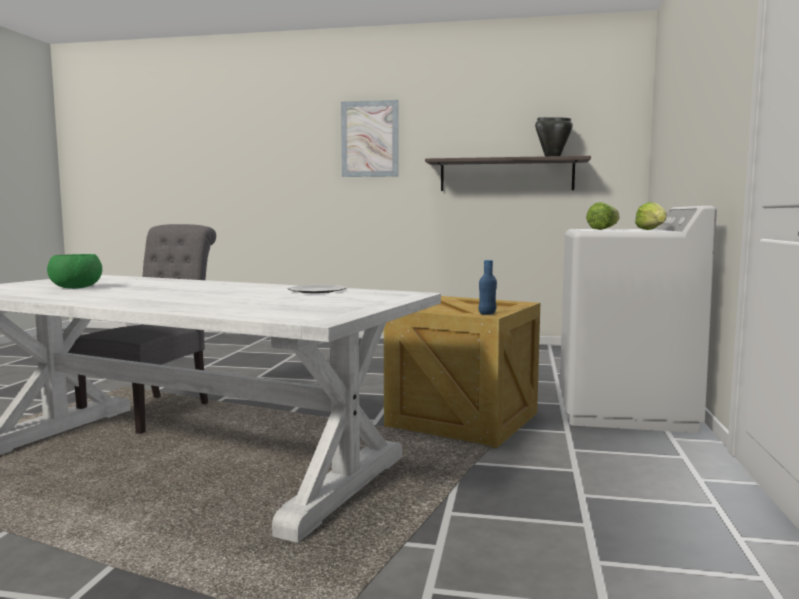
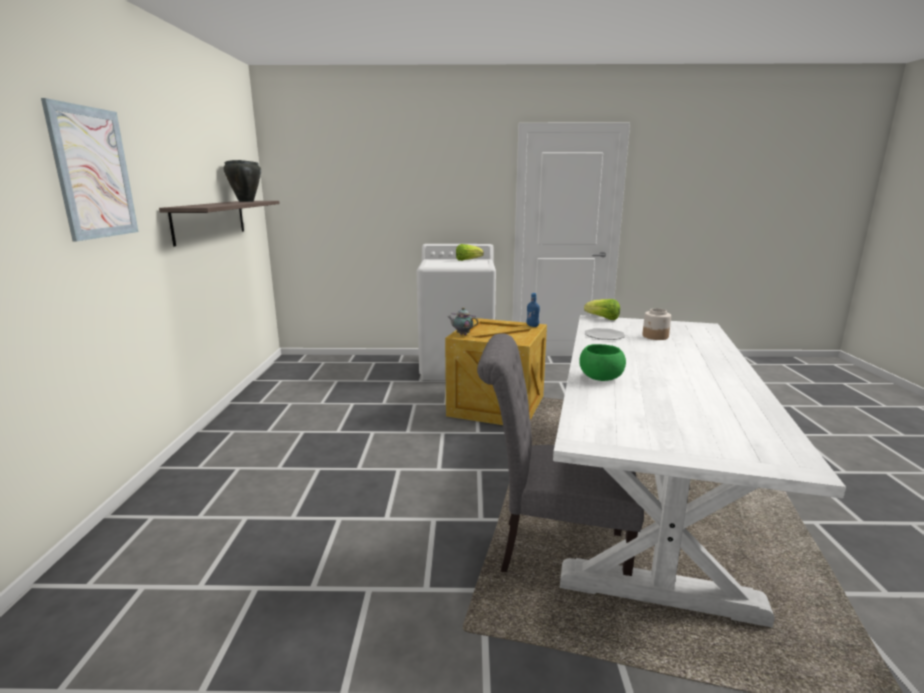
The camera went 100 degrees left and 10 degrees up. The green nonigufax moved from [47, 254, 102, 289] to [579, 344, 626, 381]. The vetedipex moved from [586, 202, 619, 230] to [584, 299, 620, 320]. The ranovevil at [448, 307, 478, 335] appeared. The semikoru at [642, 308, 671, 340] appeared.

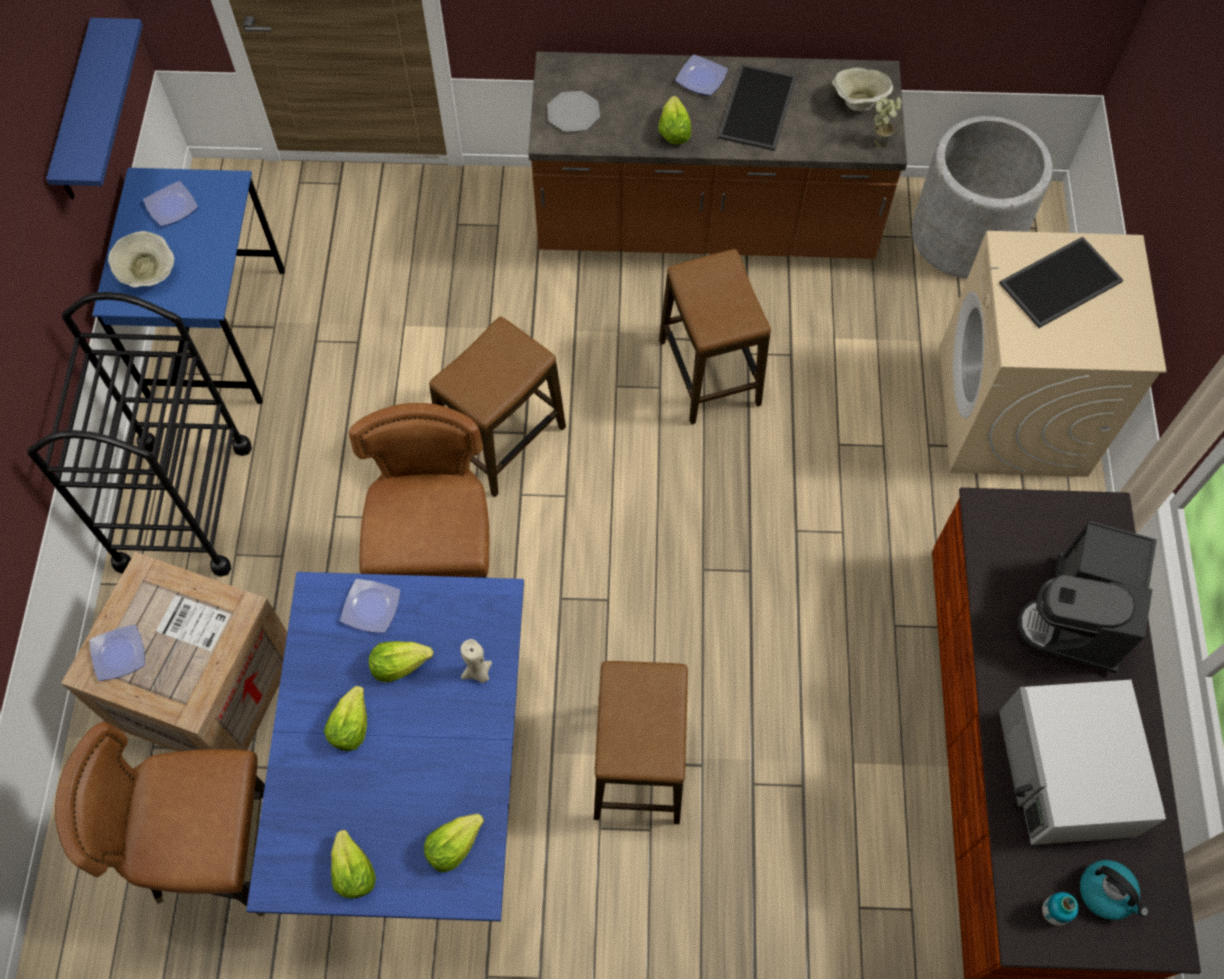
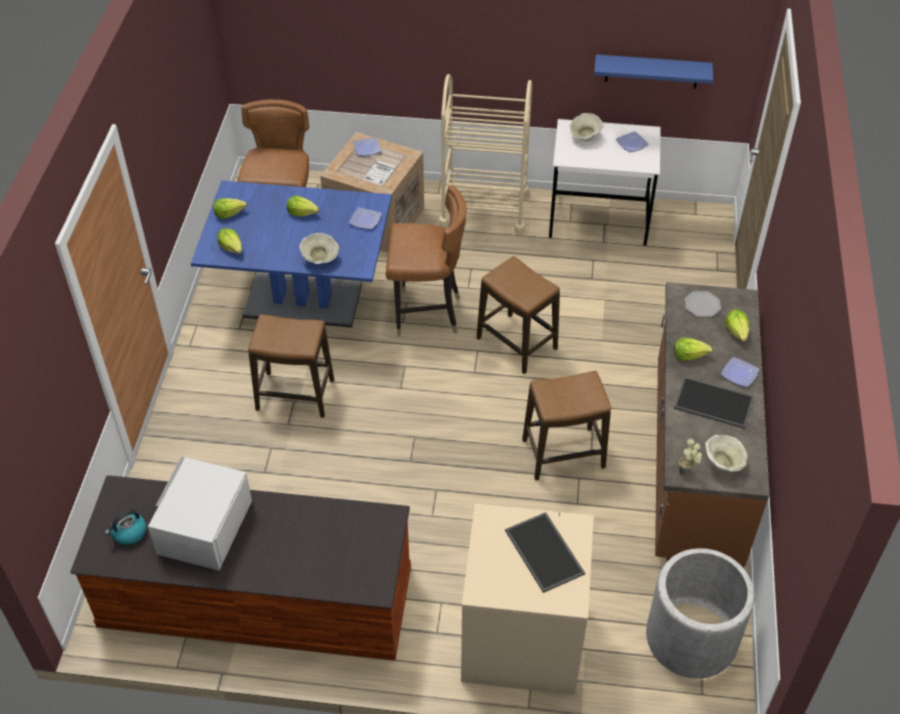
The camera went 95 degrees right and 15 degrees down. The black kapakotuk at [27, 292, 252, 577] became the beige kapakotuk at [439, 74, 532, 234]. The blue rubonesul at [92, 168, 285, 404] became the white rubonesul at [549, 119, 661, 246]. The vetedipex moved from [369, 641, 433, 682] to [725, 309, 749, 342]. The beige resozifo at [461, 639, 492, 683] was replaced by the beige nonigufax at [299, 233, 339, 264]. The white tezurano at [999, 680, 1166, 845] turned 75 degrees counterclockwise. The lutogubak at [1018, 521, 1157, 673] disappeared. The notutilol at [1042, 892, 1079, 926] disappeared.

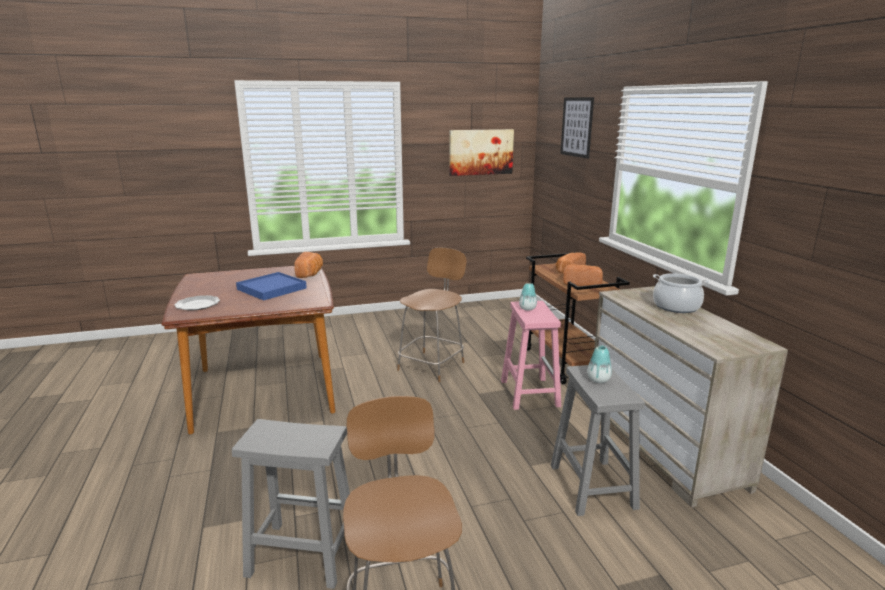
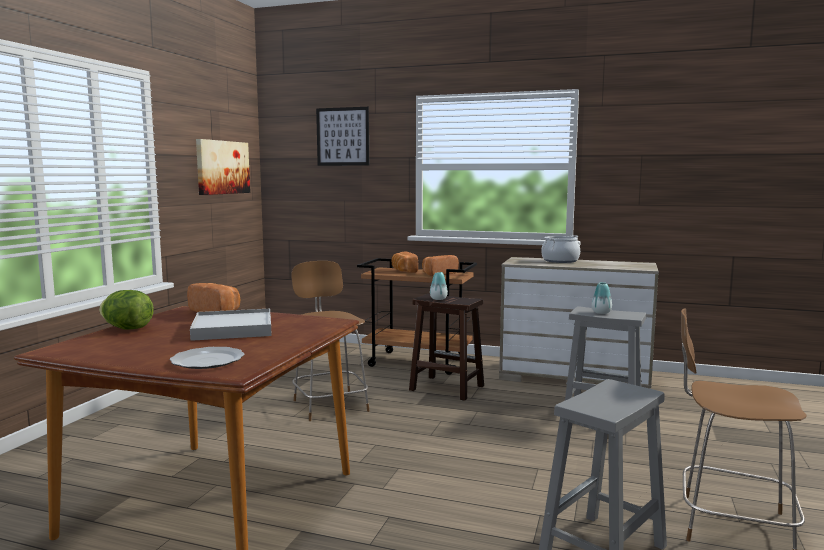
The camera went 55 degrees left and 10 degrees down. The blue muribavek at [236, 272, 307, 301] became the white muribavek at [190, 309, 272, 341]. The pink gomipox at [501, 301, 561, 410] became the brown gomipox at [409, 294, 484, 401]. The vetedipex at [99, 290, 154, 329] appeared.

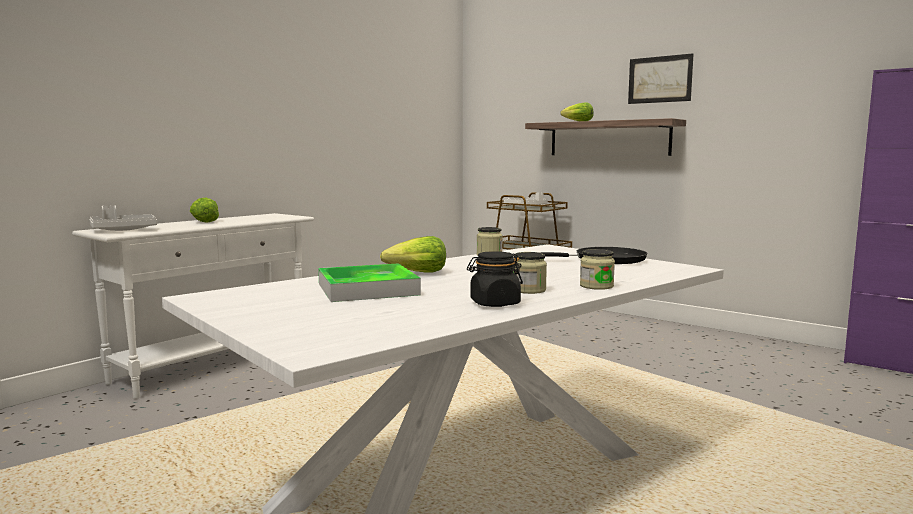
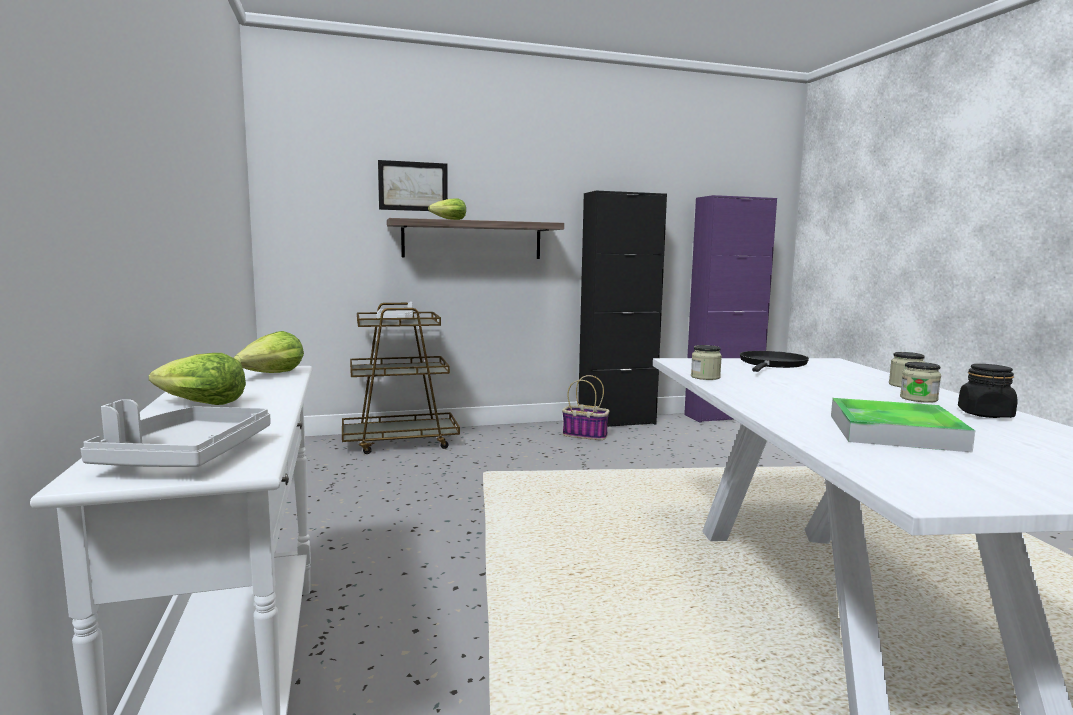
The camera went 55 degrees left and 0 degrees up. The vetedipex moved from [380, 236, 446, 273] to [234, 331, 304, 373]. The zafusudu moved from [628, 53, 694, 104] to [378, 160, 448, 211]. The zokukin at [562, 375, 609, 440] appeared. The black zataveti at [578, 190, 667, 427] appeared.

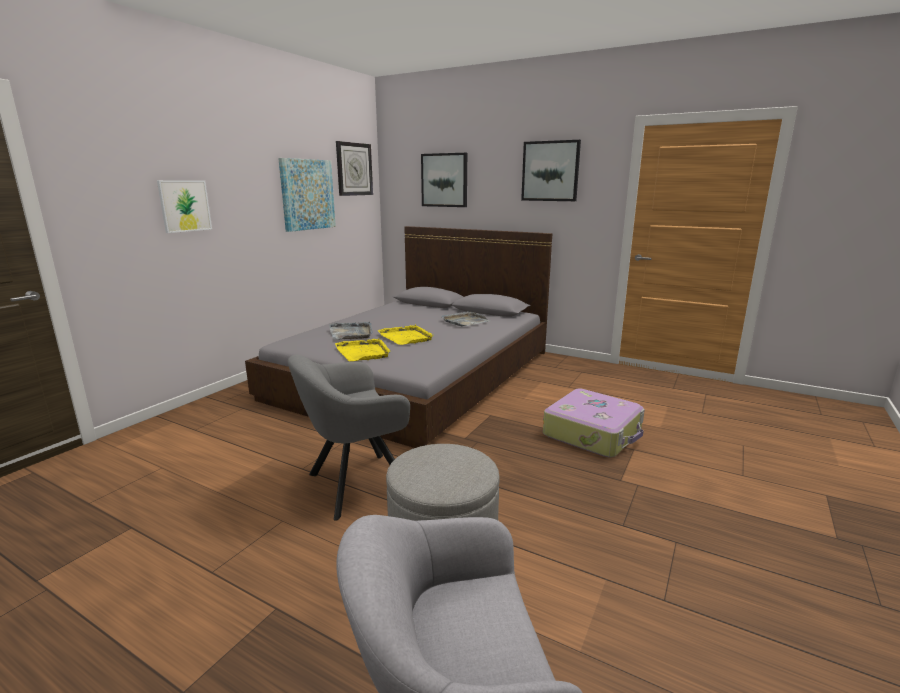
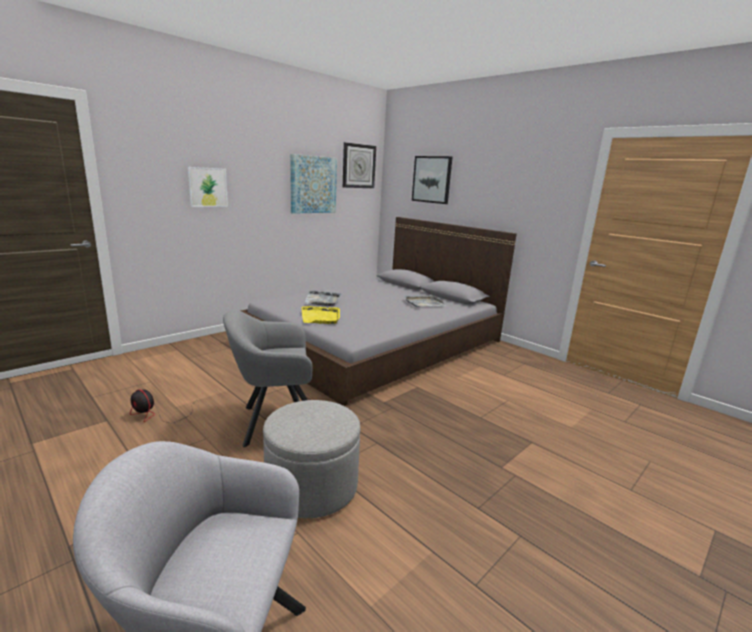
The camera went 15 degrees right and 0 degrees up. The yellow muribavek at [378, 325, 433, 345] disappeared. The zafusudu at [521, 140, 581, 201] disappeared. The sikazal at [543, 389, 645, 457] disappeared. The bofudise at [130, 389, 196, 423] appeared.

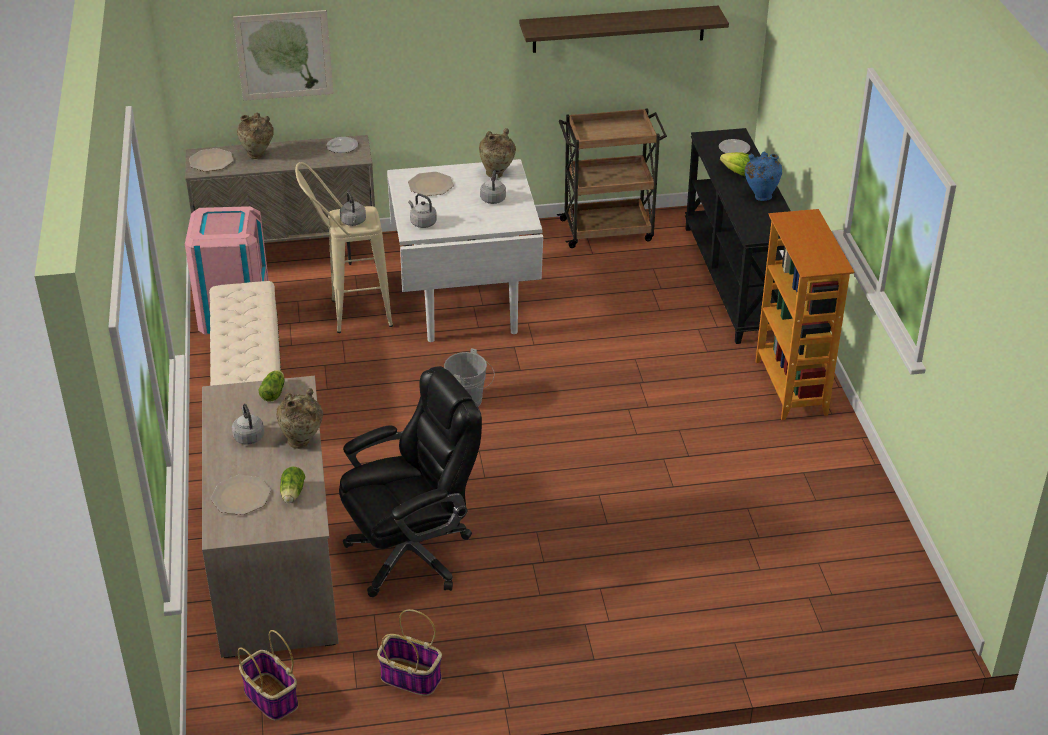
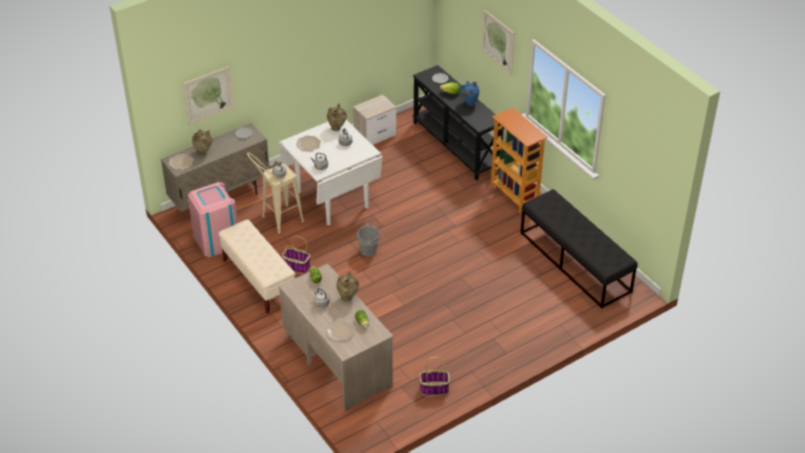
The camera went 25 degrees left and 5 degrees up. The zokukin moved from [238, 630, 298, 721] to [282, 236, 310, 274]. The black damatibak at [339, 366, 482, 597] disappeared. The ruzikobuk at [519, 6, 729, 53] disappeared. The brown kapakotuk at [557, 108, 667, 248] was replaced by the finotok at [353, 94, 396, 145]. The zafusudu at [482, 10, 515, 75] appeared. The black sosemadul at [520, 189, 638, 308] appeared.

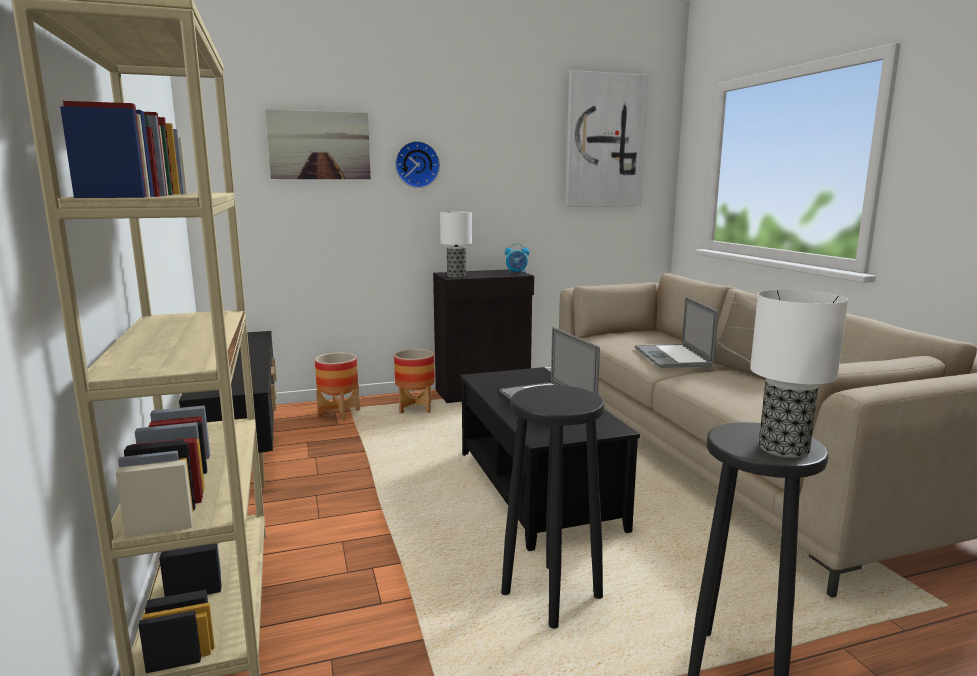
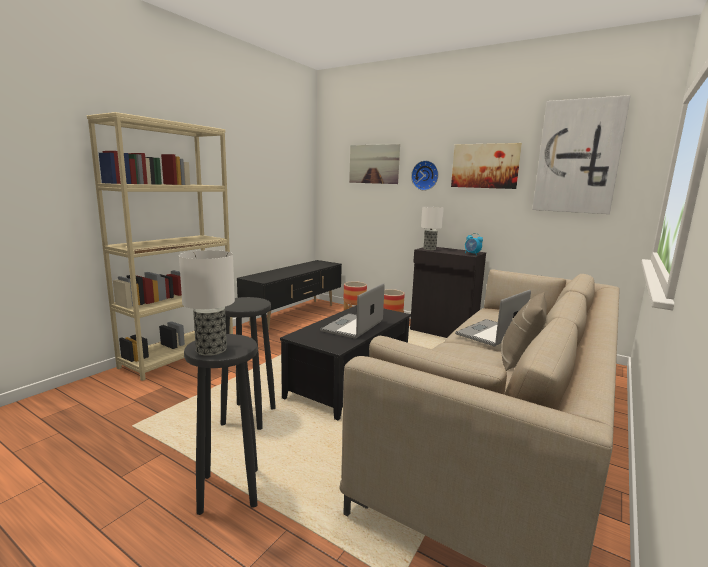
The camera went 50 degrees right and 0 degrees up. The zafusudu at [451, 143, 522, 189] appeared.

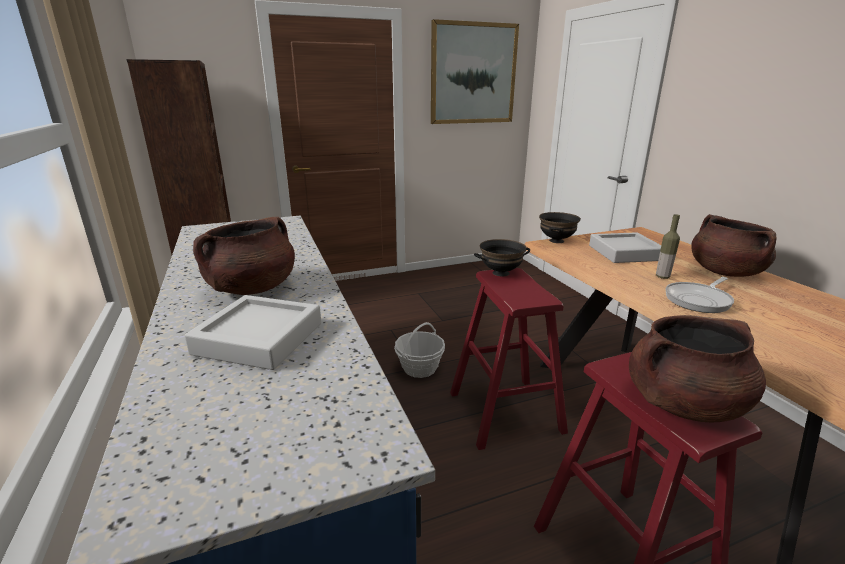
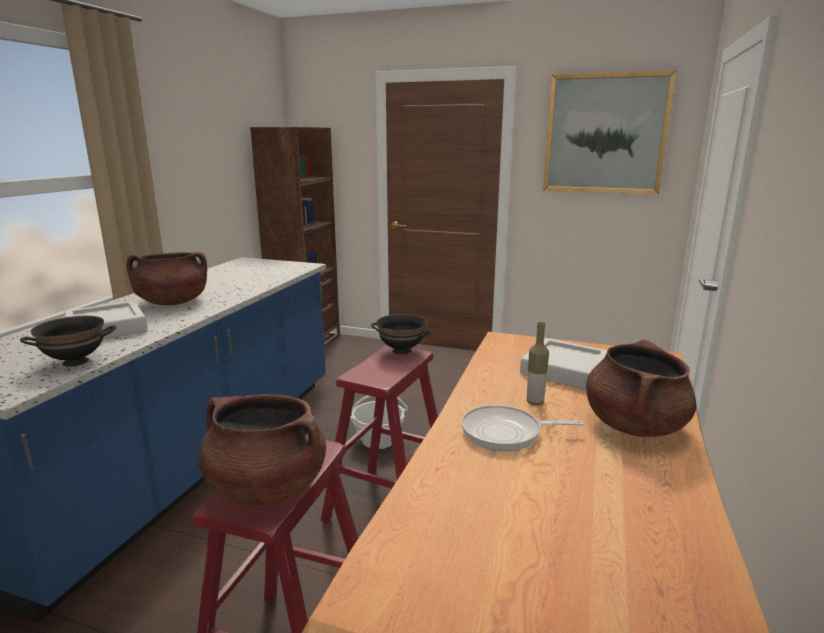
The camera went 40 degrees right and 5 degrees down. The black nonigufax moved from [539, 212, 581, 243] to [20, 316, 117, 367].

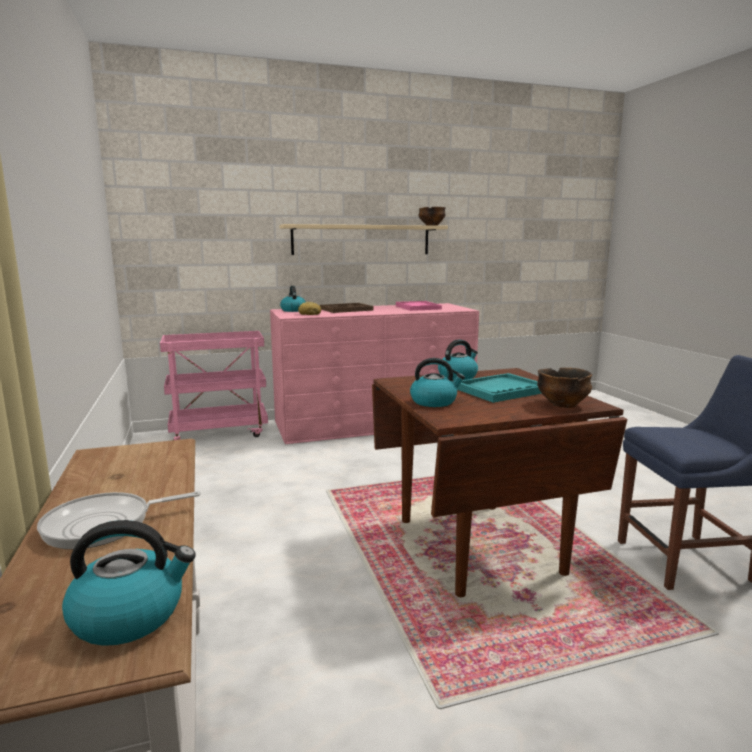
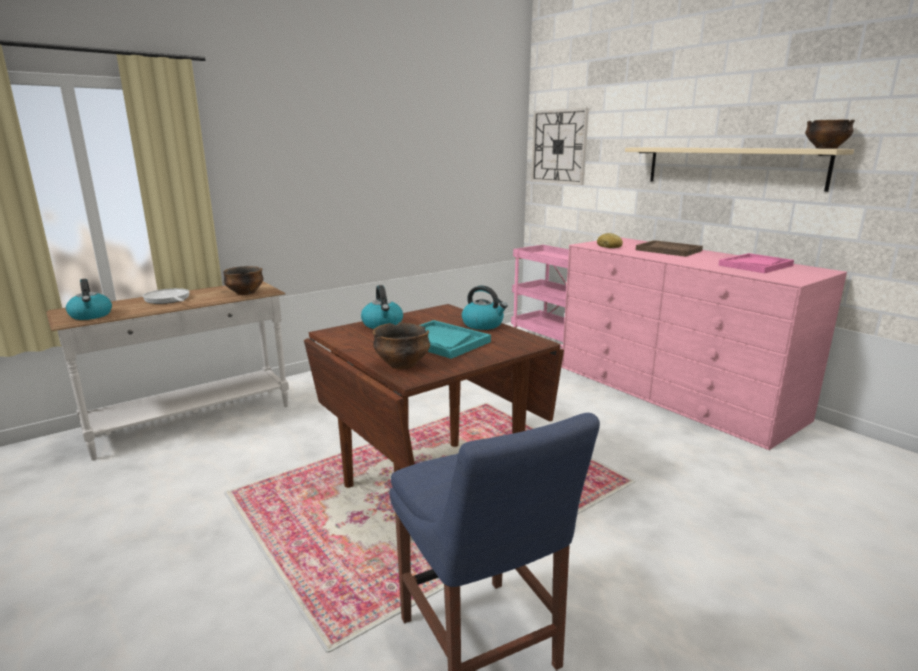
The camera went 70 degrees right and 5 degrees up. The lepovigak at [280, 286, 306, 312] disappeared. The nonigufax at [223, 266, 263, 295] appeared. The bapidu at [531, 108, 589, 185] appeared.

